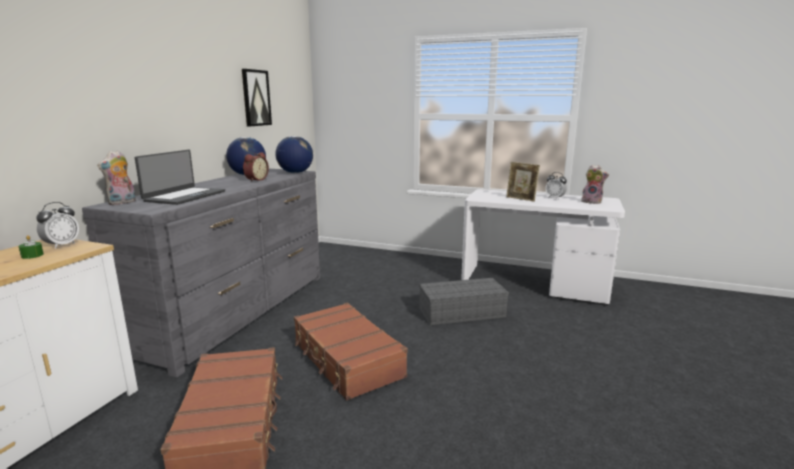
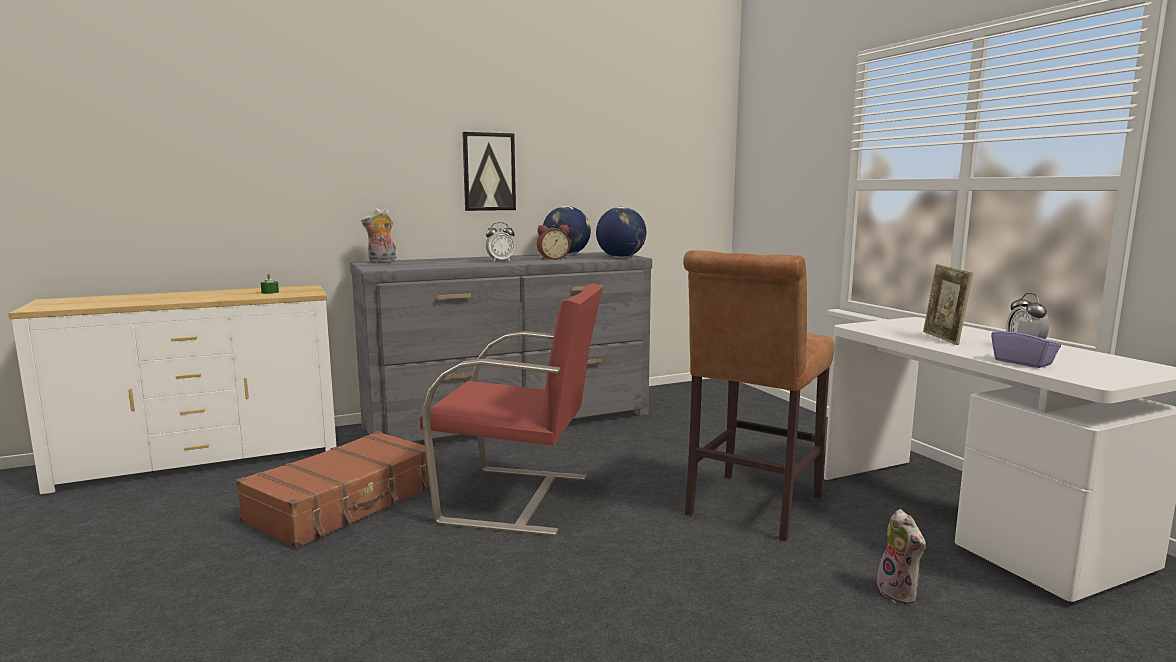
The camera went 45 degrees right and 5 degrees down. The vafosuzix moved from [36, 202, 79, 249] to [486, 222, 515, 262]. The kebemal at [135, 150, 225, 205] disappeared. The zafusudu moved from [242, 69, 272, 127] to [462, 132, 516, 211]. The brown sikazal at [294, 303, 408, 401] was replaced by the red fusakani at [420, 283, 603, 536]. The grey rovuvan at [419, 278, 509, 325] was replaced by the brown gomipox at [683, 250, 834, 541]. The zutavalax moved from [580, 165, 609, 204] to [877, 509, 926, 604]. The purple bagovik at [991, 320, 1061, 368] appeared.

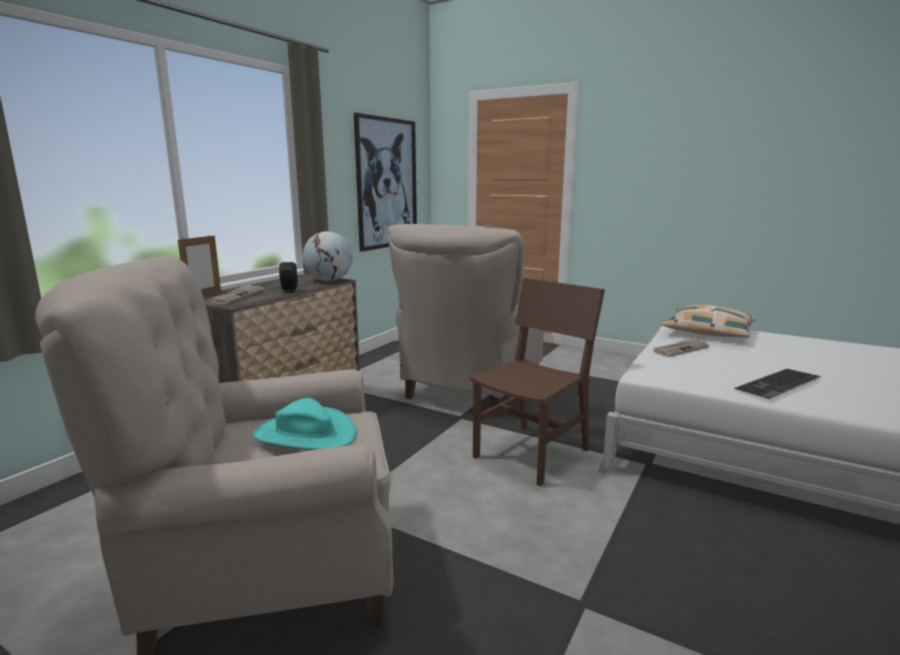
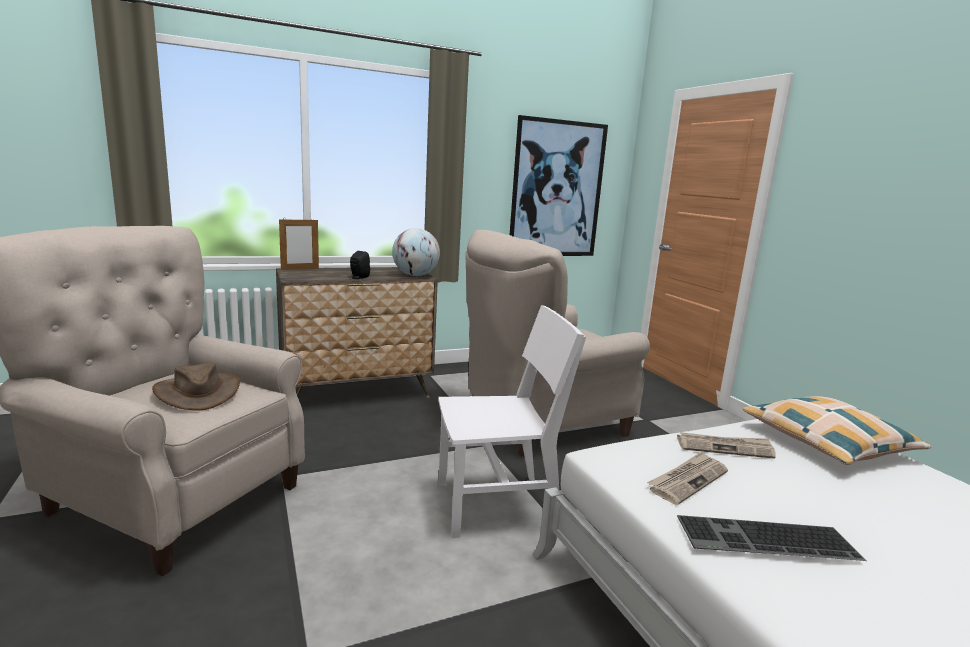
The camera went 35 degrees right and 0 degrees up. The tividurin moved from [208, 284, 264, 304] to [647, 451, 728, 505]. The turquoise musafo at [252, 398, 357, 450] became the brown musafo at [152, 362, 240, 410]. The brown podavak at [470, 278, 605, 486] became the white podavak at [438, 305, 586, 538].

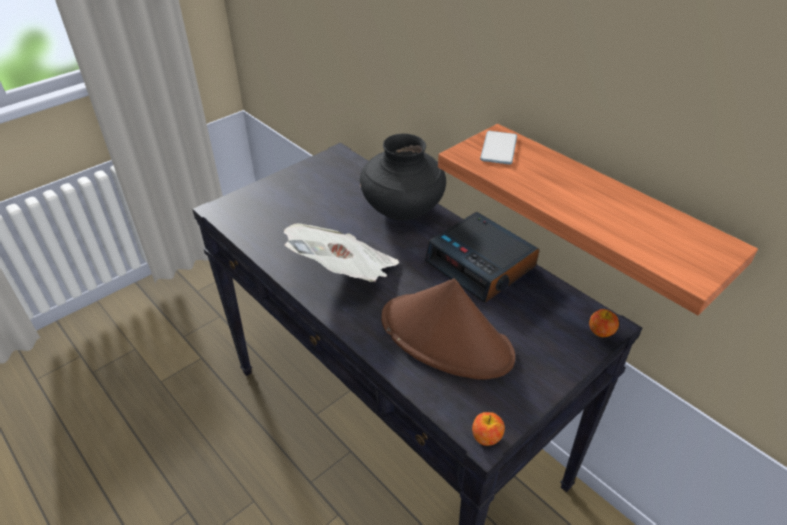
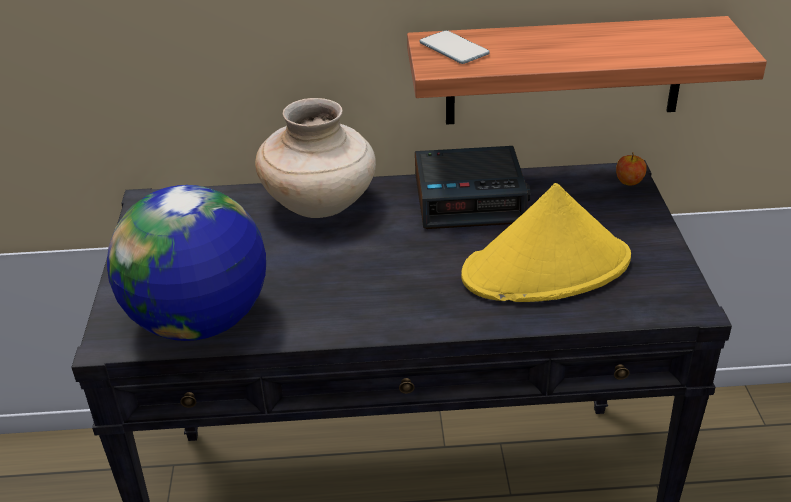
The camera went 50 degrees left and 5 degrees down. The tividurin at [283, 223, 399, 282] disappeared. The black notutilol at [360, 134, 446, 221] became the beige notutilol at [255, 98, 376, 218]. The brown musafo at [381, 278, 515, 380] became the yellow musafo at [461, 183, 631, 302]. The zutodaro at [472, 412, 505, 446] disappeared. The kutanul at [107, 185, 266, 341] appeared.

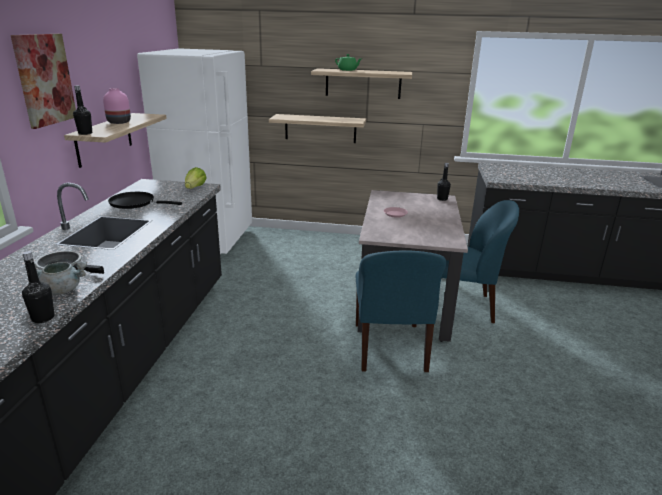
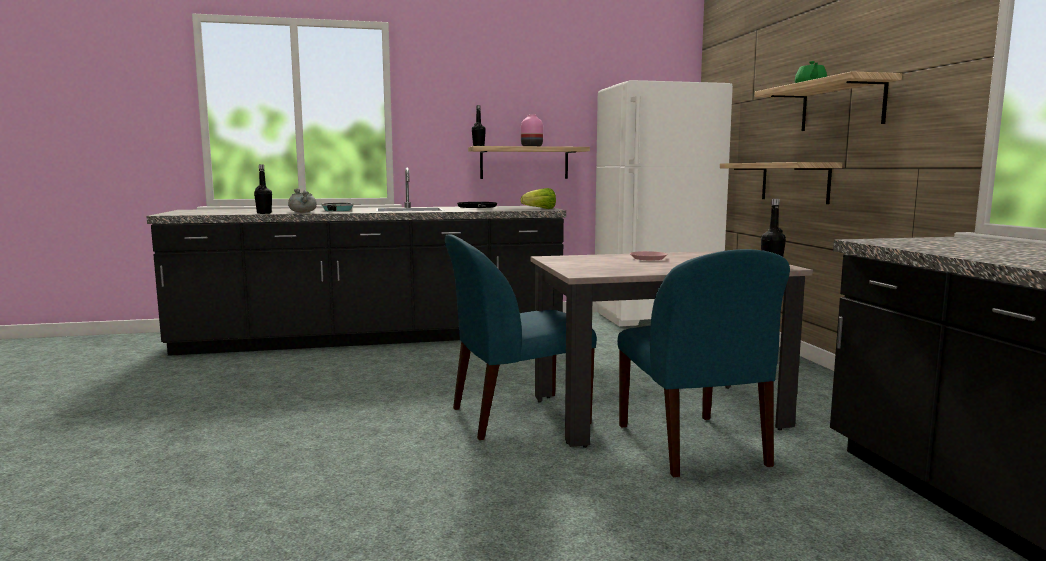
The camera went 70 degrees right and 15 degrees down. The zafusudu at [11, 34, 76, 129] disappeared.

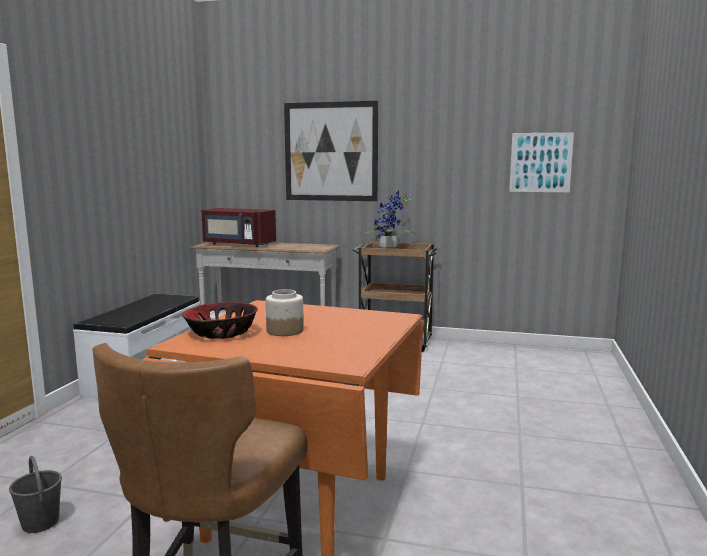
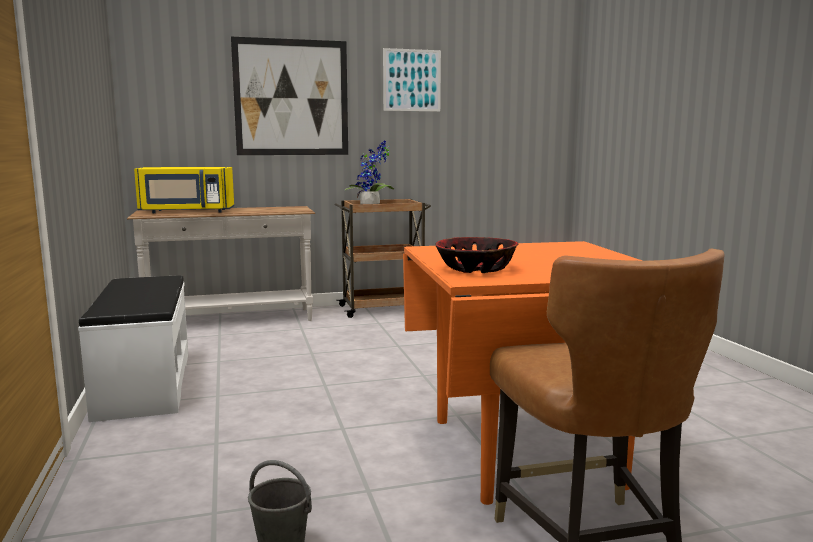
The camera went 30 degrees left and 0 degrees up. The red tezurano at [201, 208, 276, 247] became the yellow tezurano at [134, 167, 234, 213]. The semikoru at [266, 289, 304, 336] disappeared. The zafusudu moved from [509, 132, 574, 192] to [383, 48, 441, 112].

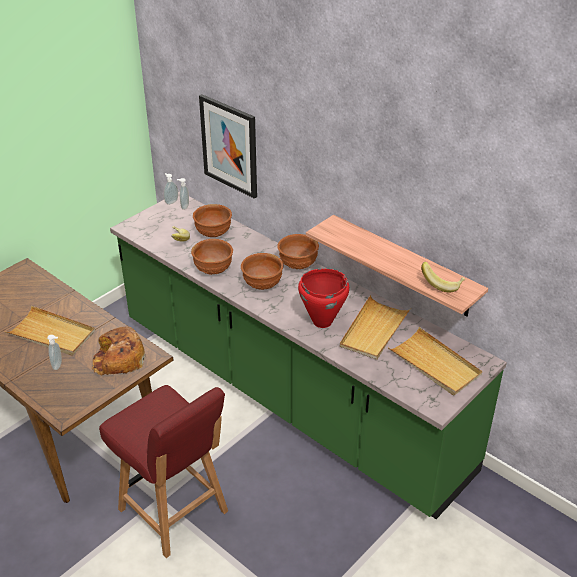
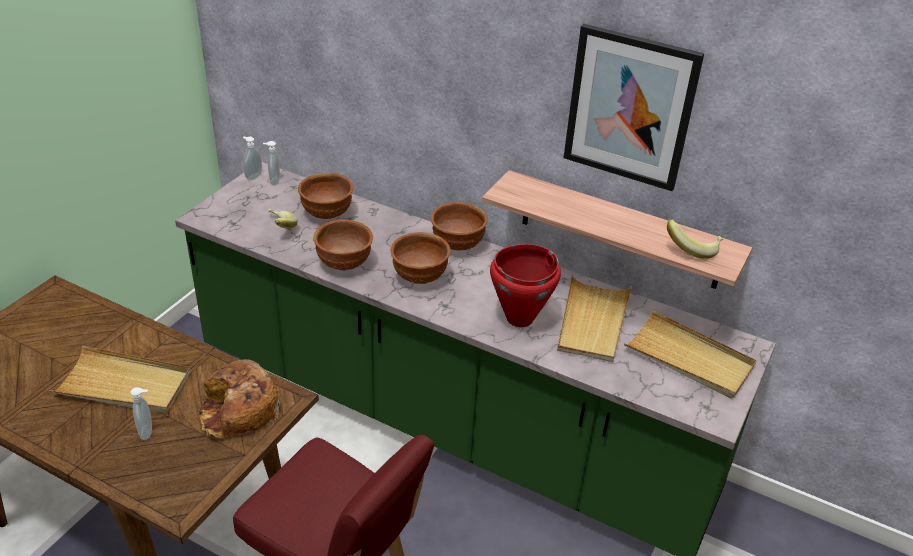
The camera went 15 degrees left and 0 degrees up. The zafusudu moved from [199, 94, 257, 199] to [564, 24, 704, 191].

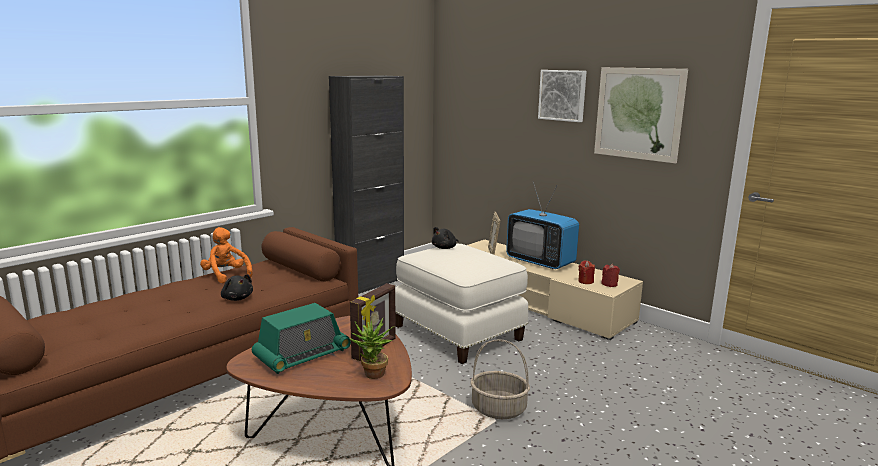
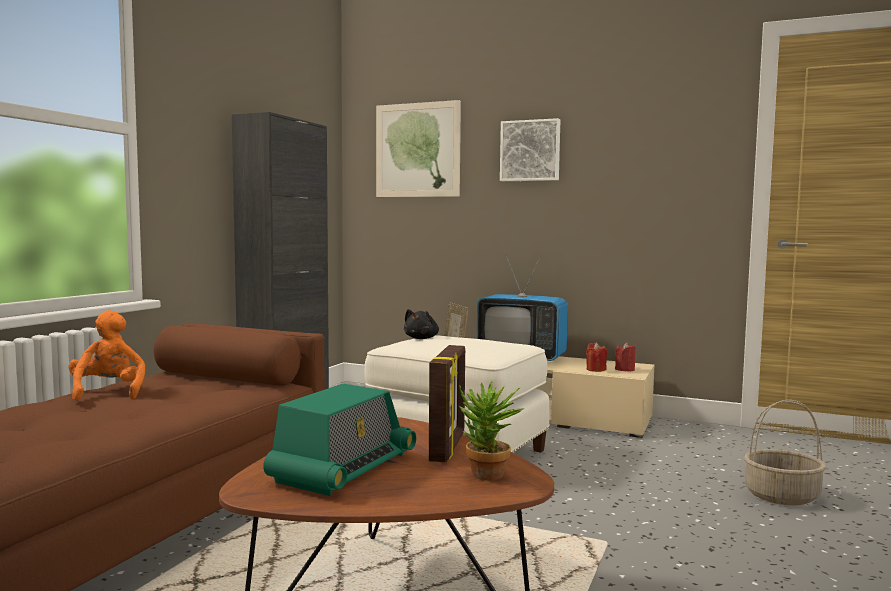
The camera went 20 degrees left and 10 degrees down. The orange zutavalax at [200, 227, 253, 283] turned 45 degrees clockwise. The black zutavalax at [221, 274, 253, 301] disappeared. The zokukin moved from [470, 339, 530, 419] to [744, 400, 826, 505]. The zafusudu moved from [594, 67, 688, 163] to [376, 100, 461, 197].

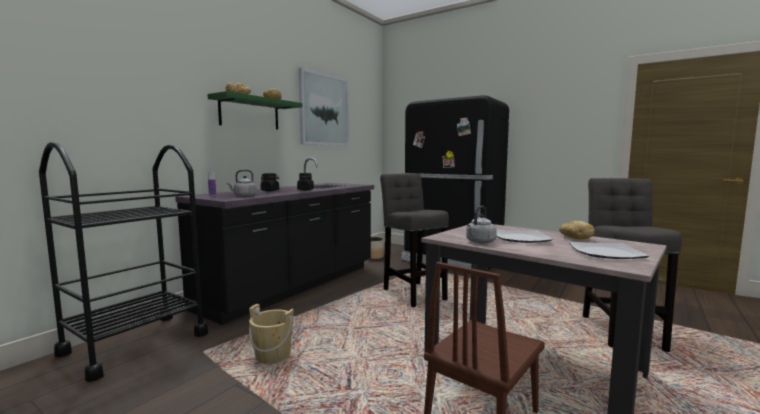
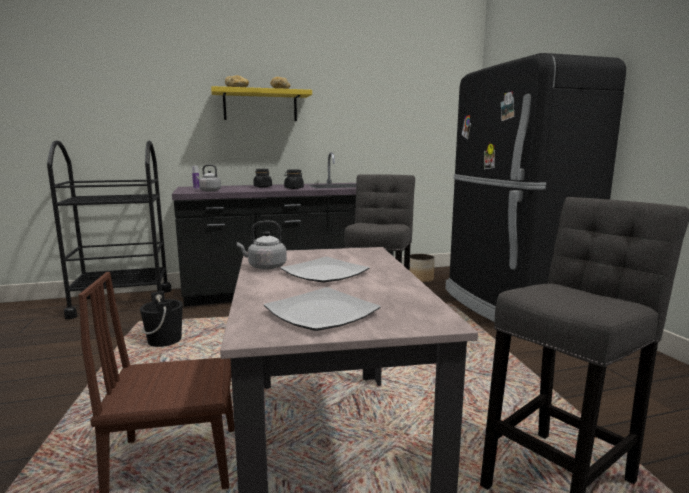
The camera went 40 degrees right and 5 degrees up. The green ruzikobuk at [208, 91, 303, 129] became the yellow ruzikobuk at [211, 86, 312, 121]. The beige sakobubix at [249, 304, 294, 364] became the black sakobubix at [140, 291, 183, 347]. The zafusudu at [298, 67, 349, 146] disappeared. The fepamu at [559, 221, 595, 240] disappeared.

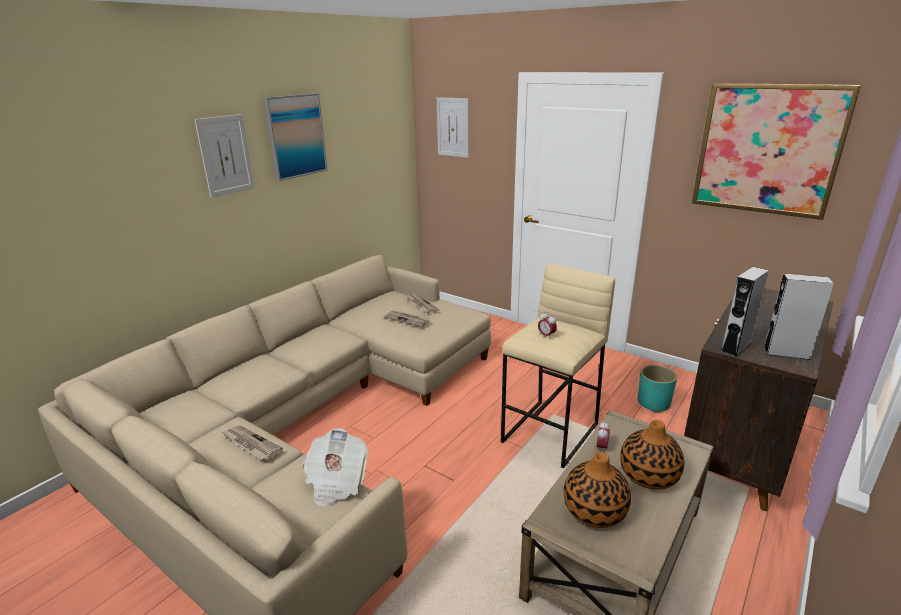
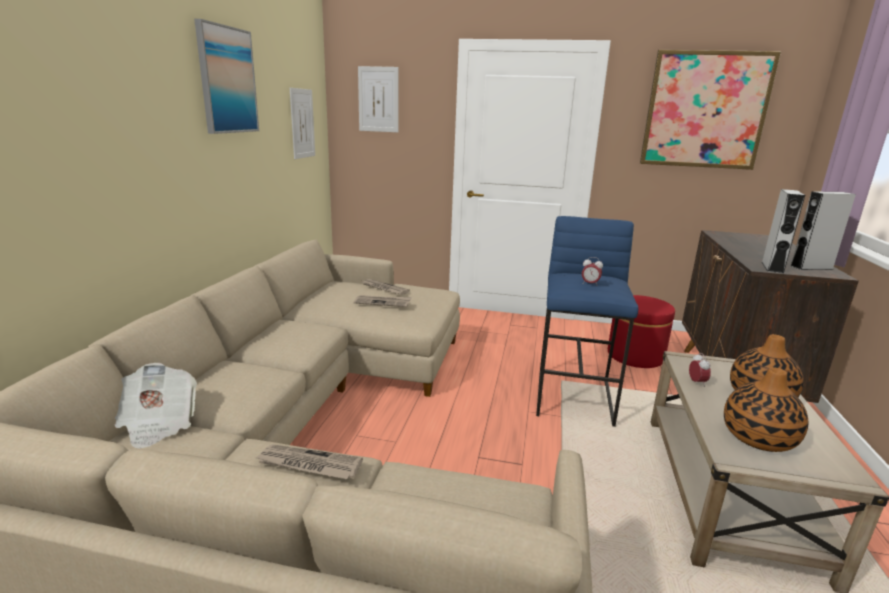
The camera went 25 degrees left and 5 degrees down. The zafusudu moved from [194, 114, 255, 198] to [290, 88, 315, 159]. The tividurin moved from [302, 428, 369, 506] to [115, 363, 197, 449]. The beige gomipox at [501, 264, 615, 469] became the blue gomipox at [536, 216, 639, 427]. The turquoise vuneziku at [638, 365, 677, 412] was replaced by the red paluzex at [608, 295, 675, 368].

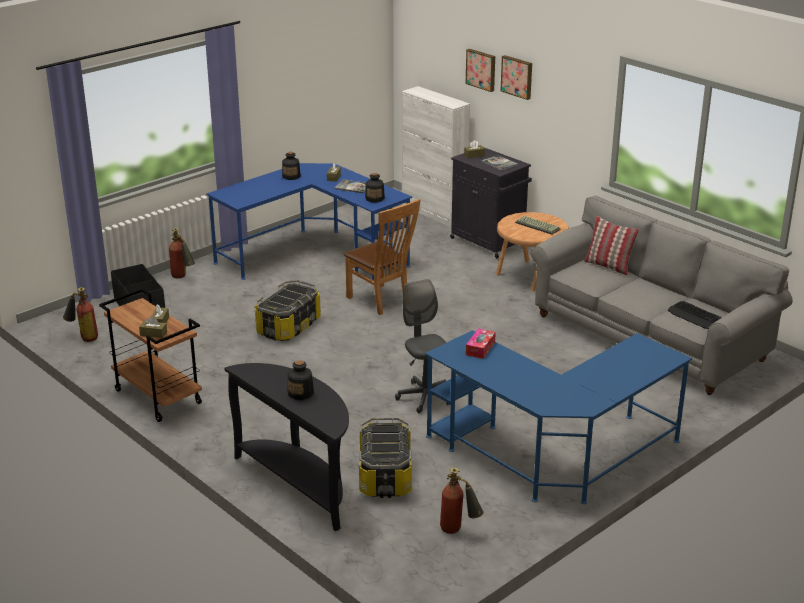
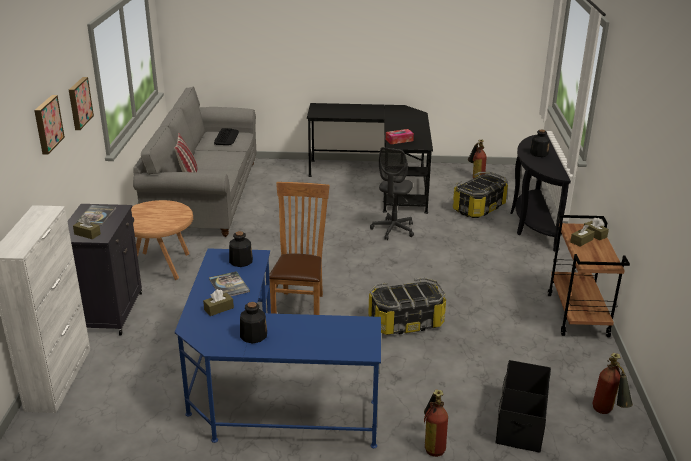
The camera went 135 degrees left and 0 degrees up. The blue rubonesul at [425, 330, 692, 504] became the black rubonesul at [307, 103, 433, 214]. The zafusudu moved from [466, 49, 495, 92] to [69, 77, 94, 130]. The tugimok at [515, 216, 561, 235] disappeared.

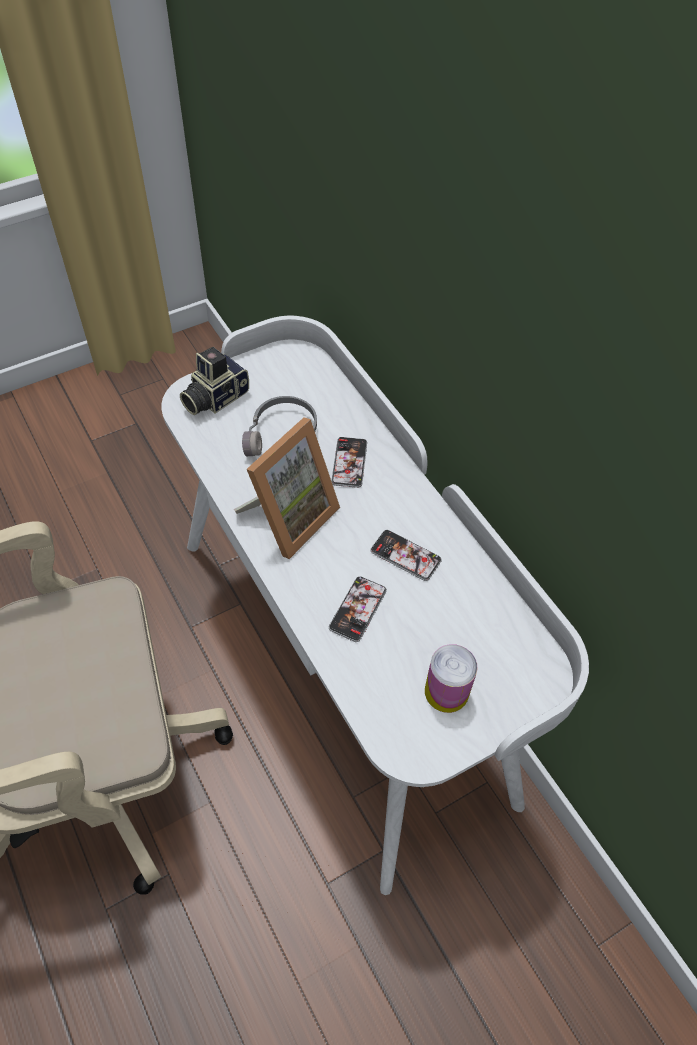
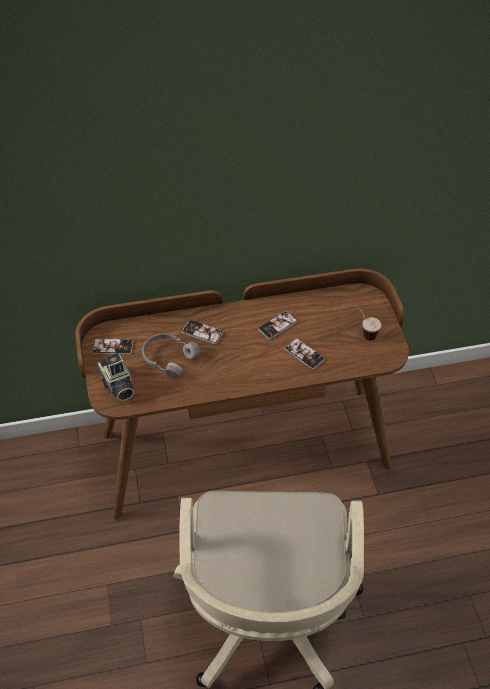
The camera went 70 degrees left and 5 degrees down. The white rubonesul at [161, 315, 589, 895] became the brown rubonesul at [75, 268, 409, 520]. The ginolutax at [234, 417, 340, 559] disappeared. The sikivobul at [425, 644, 477, 713] was replaced by the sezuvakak at [353, 303, 381, 341]. The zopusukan at [92, 338, 133, 355] appeared.

